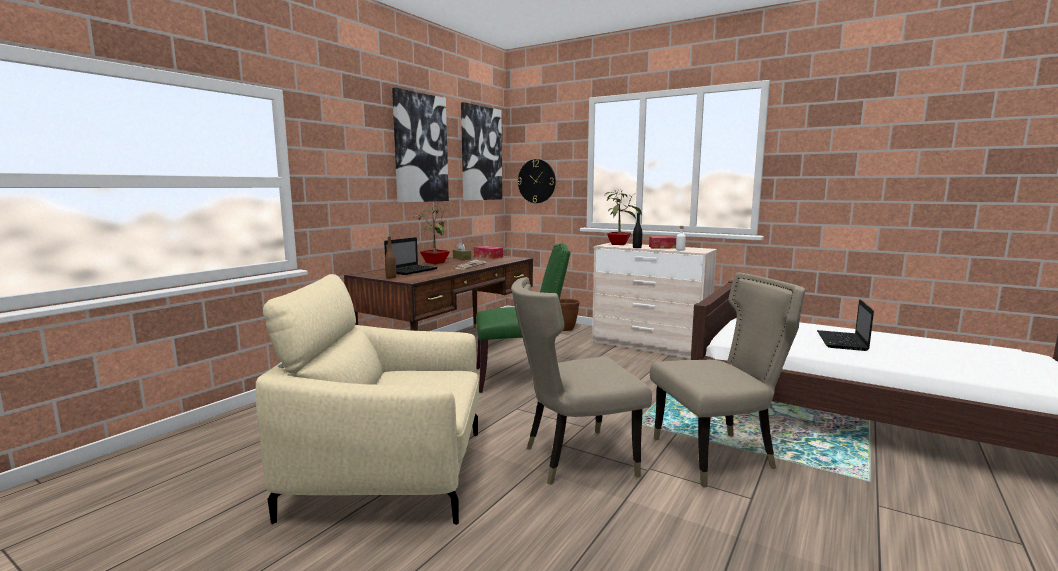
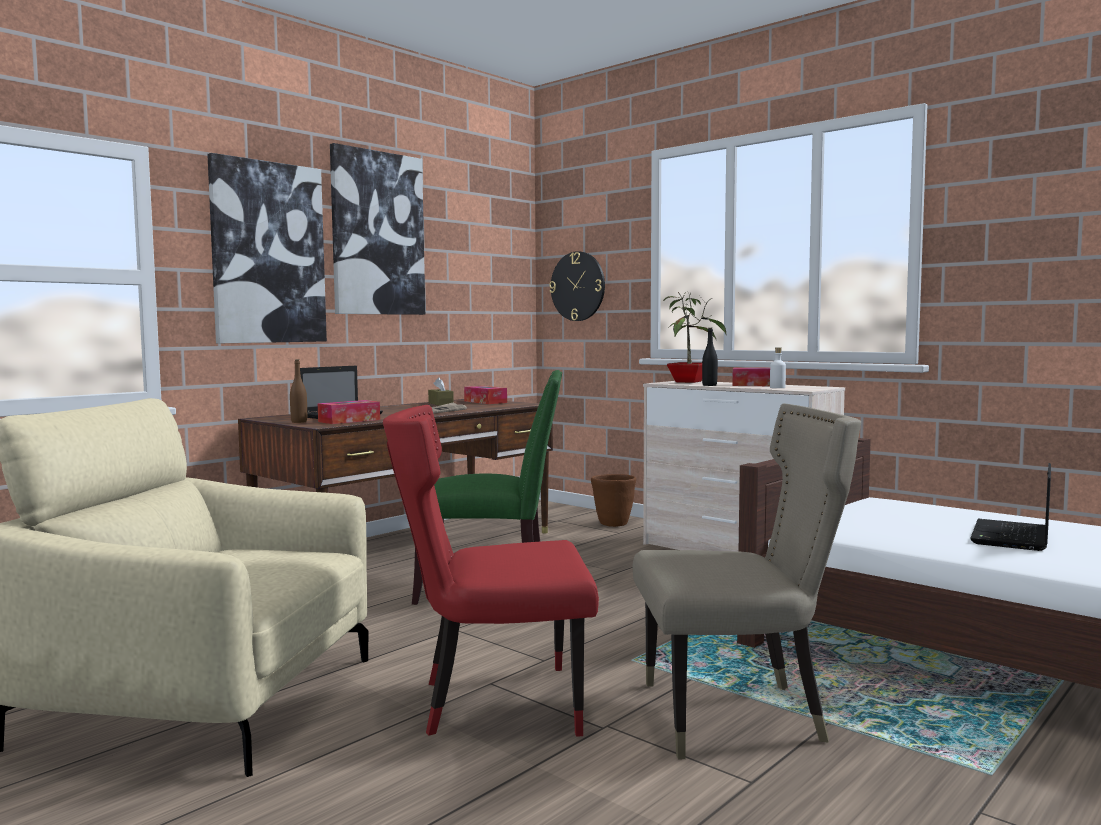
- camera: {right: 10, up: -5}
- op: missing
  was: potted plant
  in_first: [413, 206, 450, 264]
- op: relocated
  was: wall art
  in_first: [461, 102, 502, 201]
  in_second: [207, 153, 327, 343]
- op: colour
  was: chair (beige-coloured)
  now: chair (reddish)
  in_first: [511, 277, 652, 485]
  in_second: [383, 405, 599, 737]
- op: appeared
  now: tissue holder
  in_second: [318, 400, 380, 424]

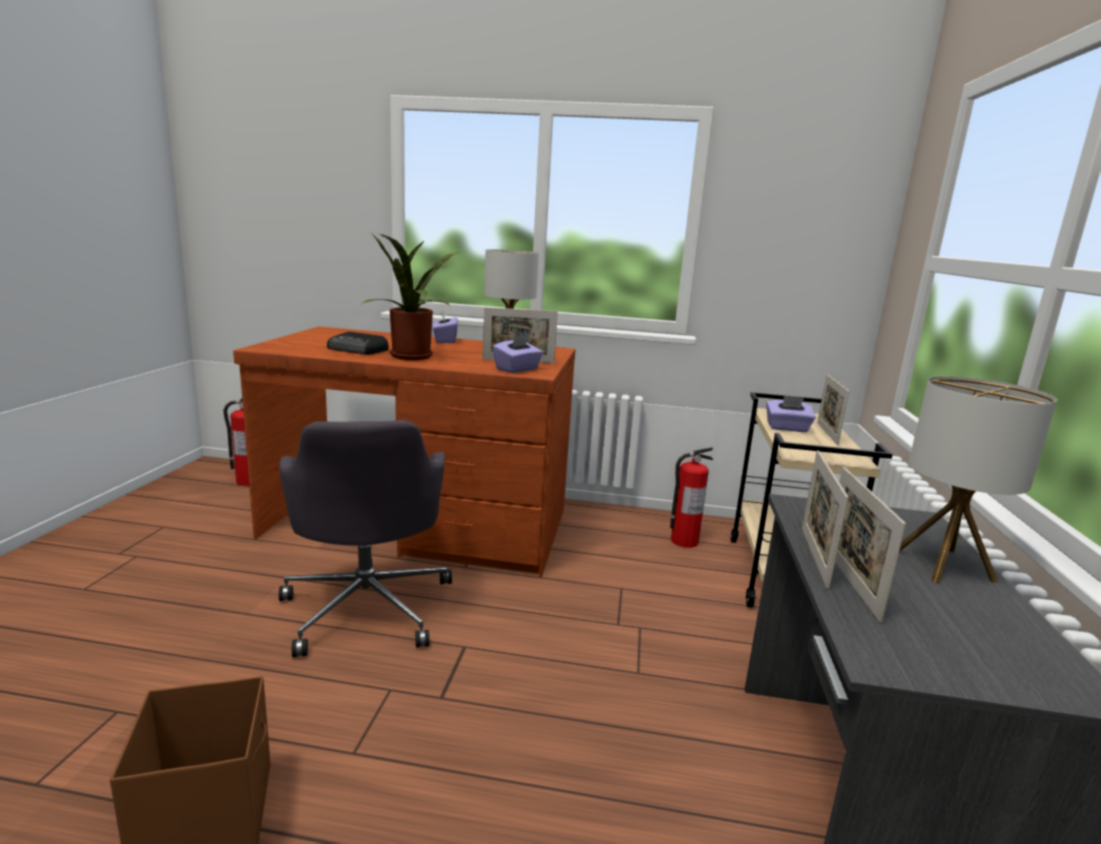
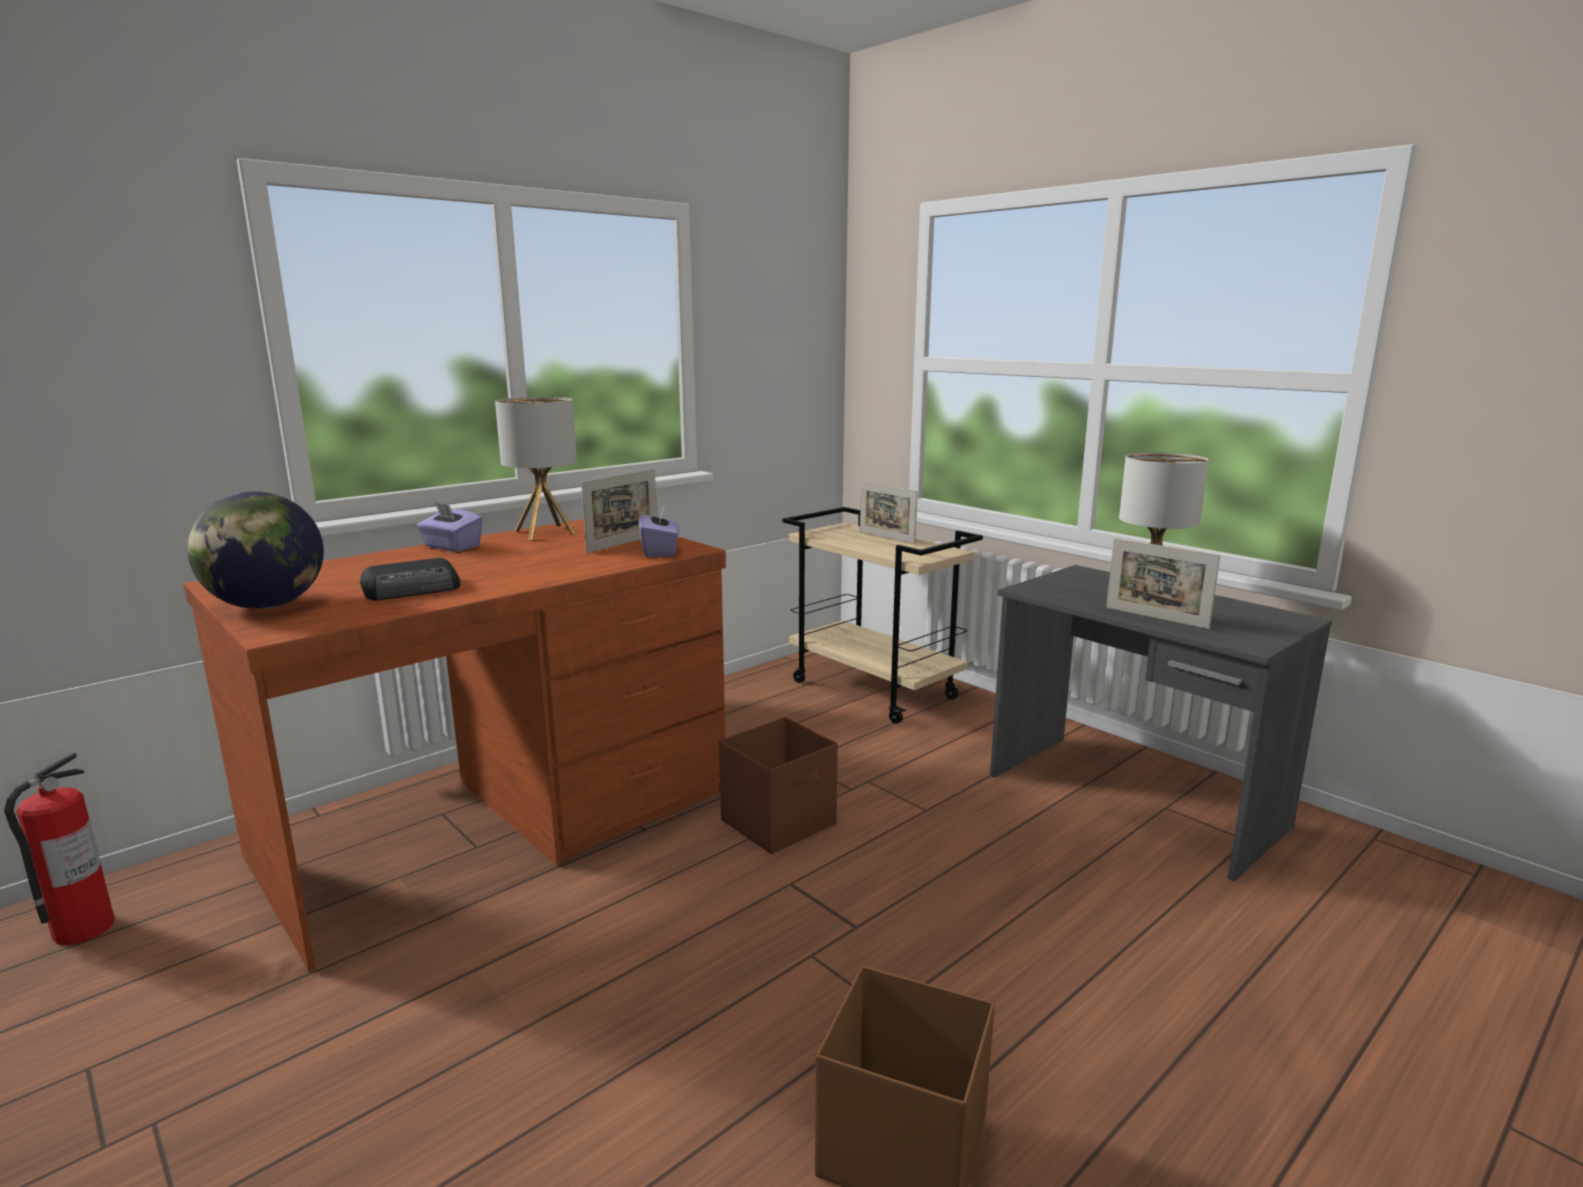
- camera: {right: -50, up: 0}
- op: missing
  was: computer chair (greyish)
  in_first: [279, 420, 452, 657]
- op: missing
  was: potted plant
  in_first: [363, 233, 460, 360]
- op: missing
  was: extinguisher
  in_first: [670, 447, 713, 548]
- op: missing
  was: tissue holder (purple-coloured)
  in_first: [766, 396, 816, 432]
- op: missing
  was: standing frame
  in_first: [802, 450, 849, 589]
- op: appeared
  now: desk globe
  in_second: [188, 491, 324, 609]
- op: appeared
  now: storage box (brown-coloured)
  in_second: [719, 717, 838, 854]

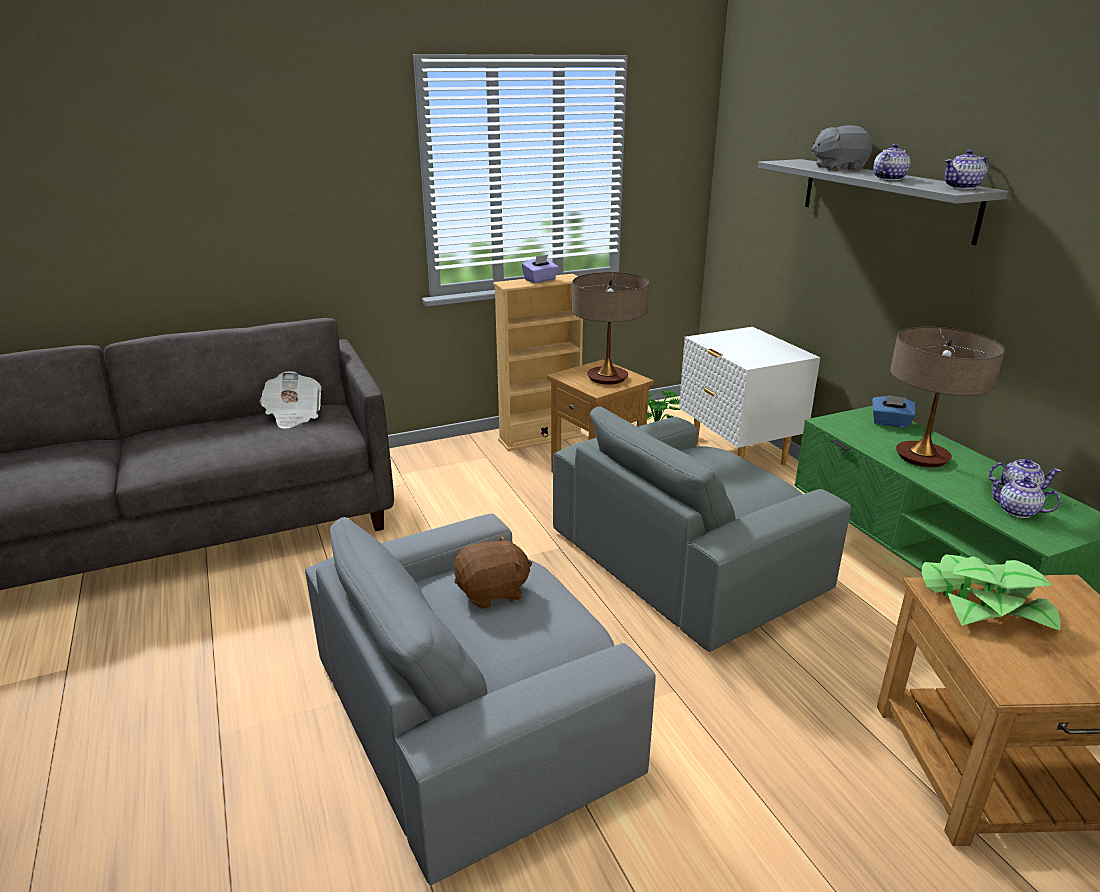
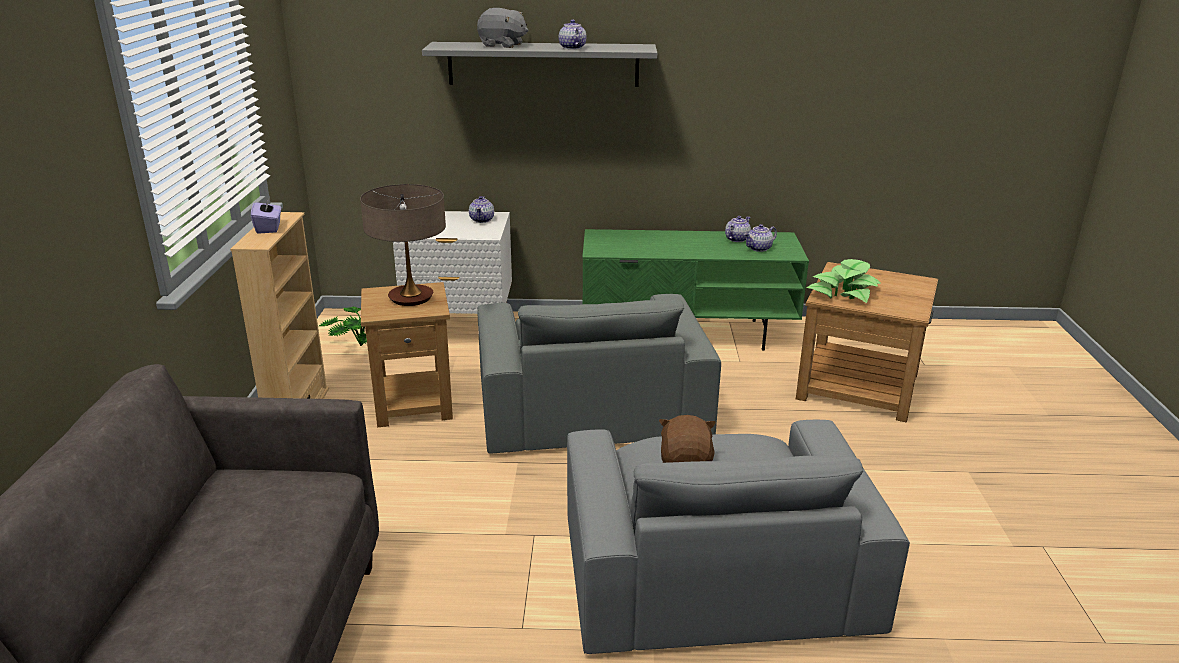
- camera: {right: -65, up: 0}
- op: missing
  was: printed paper
  in_first: [260, 371, 322, 429]
- op: spun
  was: plush toy (greyish)
  in_first: [811, 125, 873, 170]
  in_second: [477, 8, 528, 48]
  clockwise: -90
- op: missing
  was: tissue holder (bluish)
  in_first: [873, 395, 915, 428]
- op: missing
  was: lamp for a table
  in_first: [890, 327, 1005, 467]
- op: relocated
  was: tea pot
  in_first: [945, 150, 989, 189]
  in_second: [469, 196, 494, 223]

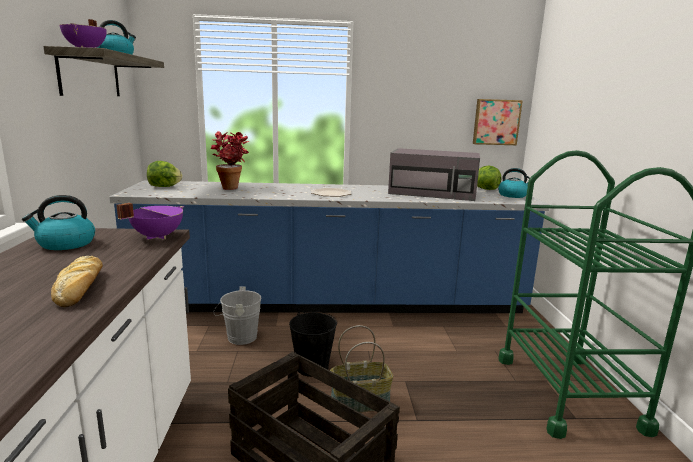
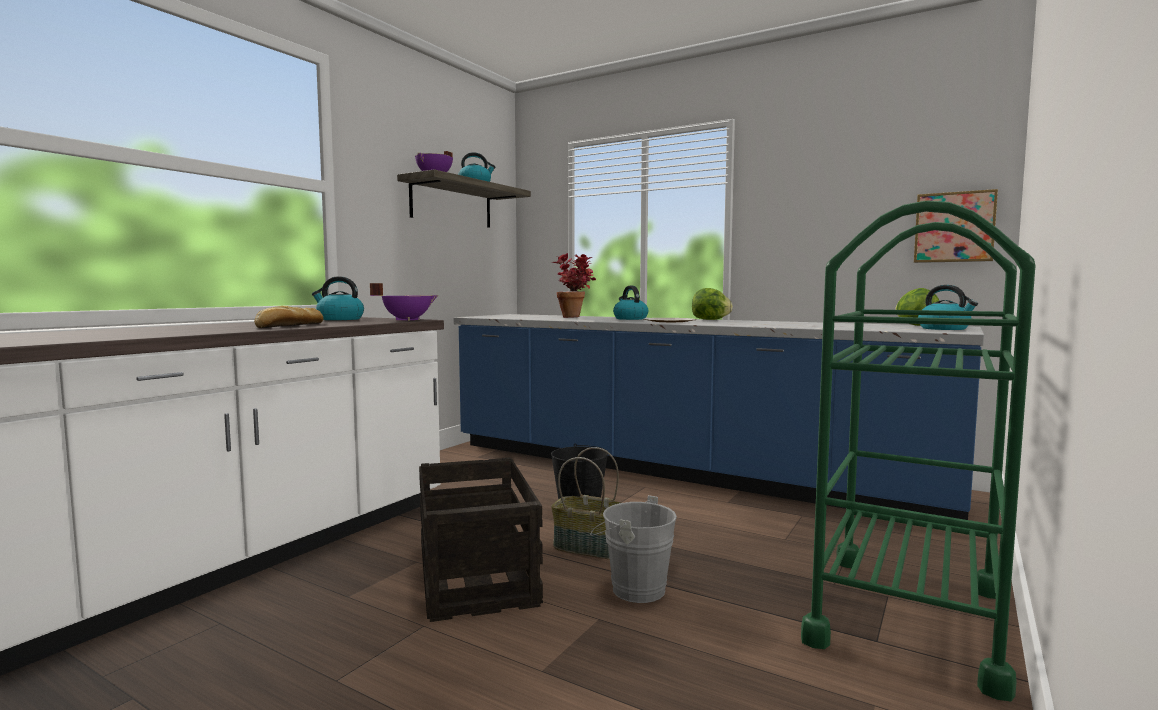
- camera: {right: 35, up: -10}
- op: relocated
  was: lettuce
  in_first: [147, 161, 183, 187]
  in_second: [692, 288, 733, 320]
- op: relocated
  was: water bucket (greyish)
  in_first: [214, 286, 262, 345]
  in_second: [590, 495, 677, 603]
- op: missing
  was: kitchen microwave (greyish)
  in_first: [388, 148, 480, 201]
- op: appeared
  now: kettle
  in_second: [613, 286, 648, 320]

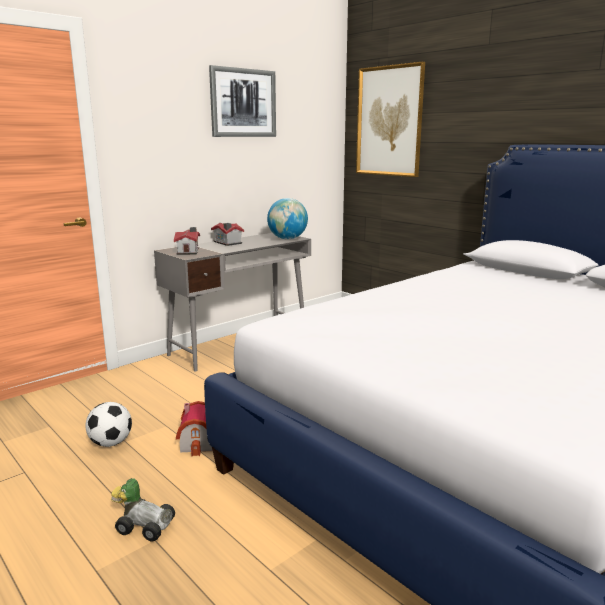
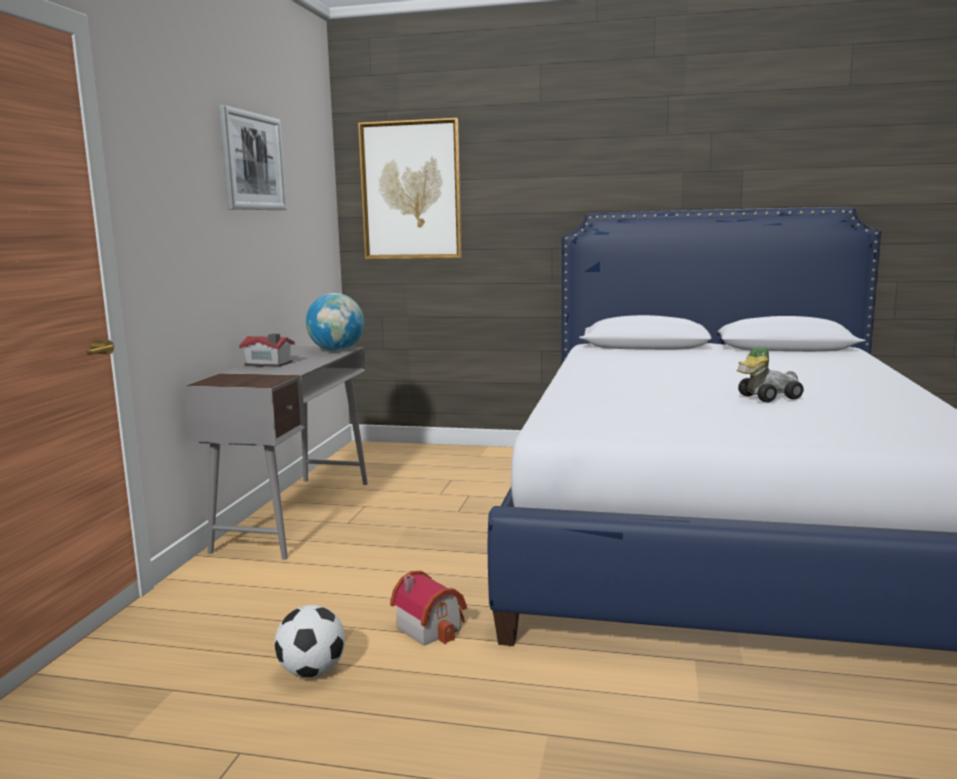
- camera: {right: -35, up: -5}
- op: relocated
  was: miniature car
  in_first: [111, 478, 175, 541]
  in_second: [737, 347, 804, 403]
- op: missing
  was: miniature house
  in_first: [174, 227, 200, 255]

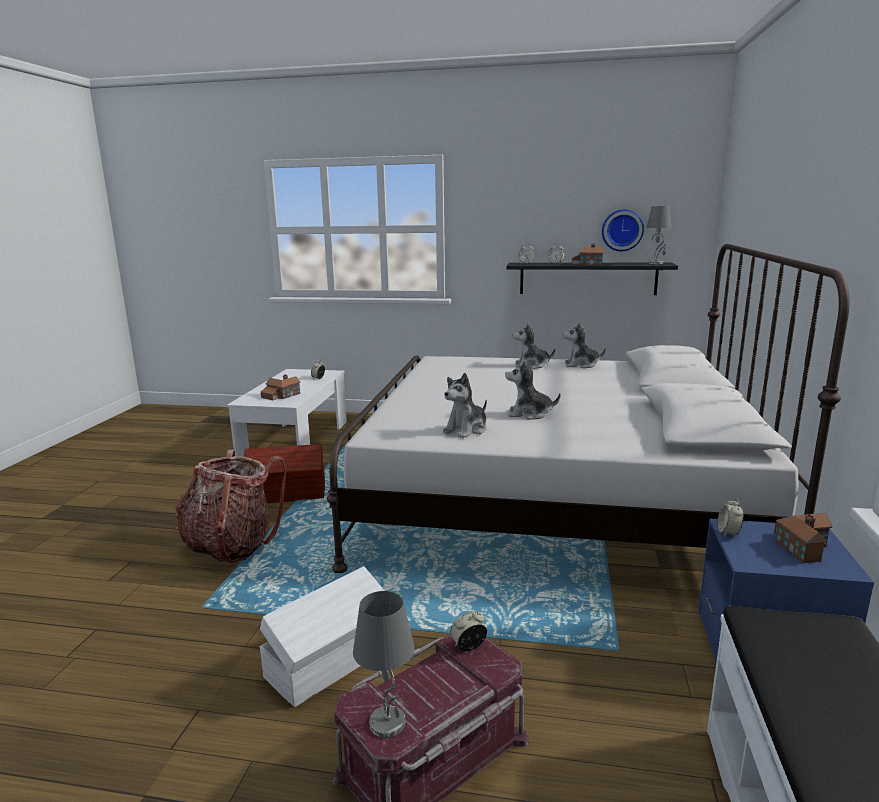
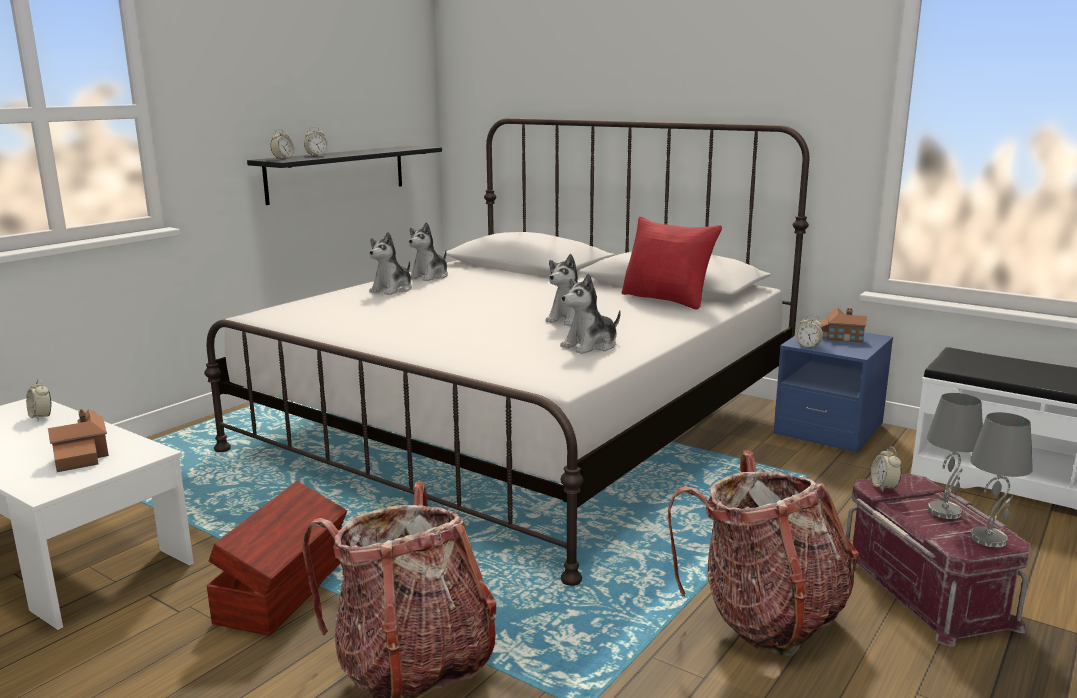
- camera: {right: -65, up: 0}
- op: exchanged
  was: storage box (white-coloured)
  now: knapsack
  in_first: [260, 566, 385, 707]
  in_second: [668, 450, 859, 656]
- op: spun
  was: plush toy
  in_first: [443, 373, 487, 438]
  in_second: [560, 274, 621, 354]
  clockwise: 75
- op: missing
  was: miniature house
  in_first: [572, 243, 604, 265]
- op: missing
  was: wall clock
  in_first: [602, 209, 644, 252]
- op: relocated
  was: lamp for a table (greyish)
  in_first: [646, 206, 671, 264]
  in_second: [927, 393, 983, 519]
- op: appeared
  now: pillow (reddish)
  in_second: [622, 217, 722, 309]

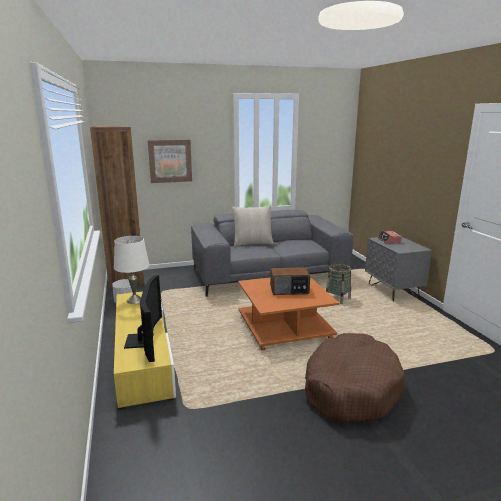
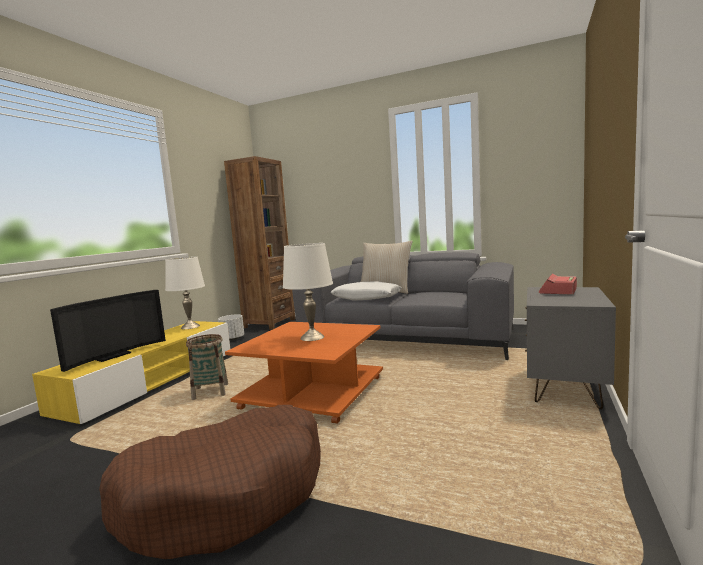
- camera: {right: 40, up: -10}
- op: missing
  was: wall art
  in_first: [148, 140, 192, 183]
- op: exchanged
  was: radio
  now: lamp for a table (white-coloured)
  in_first: [270, 267, 310, 295]
  in_second: [283, 243, 333, 341]
- op: relocated
  was: household basket
  in_first: [326, 263, 351, 304]
  in_second: [186, 334, 228, 400]
- op: appeared
  now: pillow (white-coloured)
  in_second: [331, 281, 401, 301]

